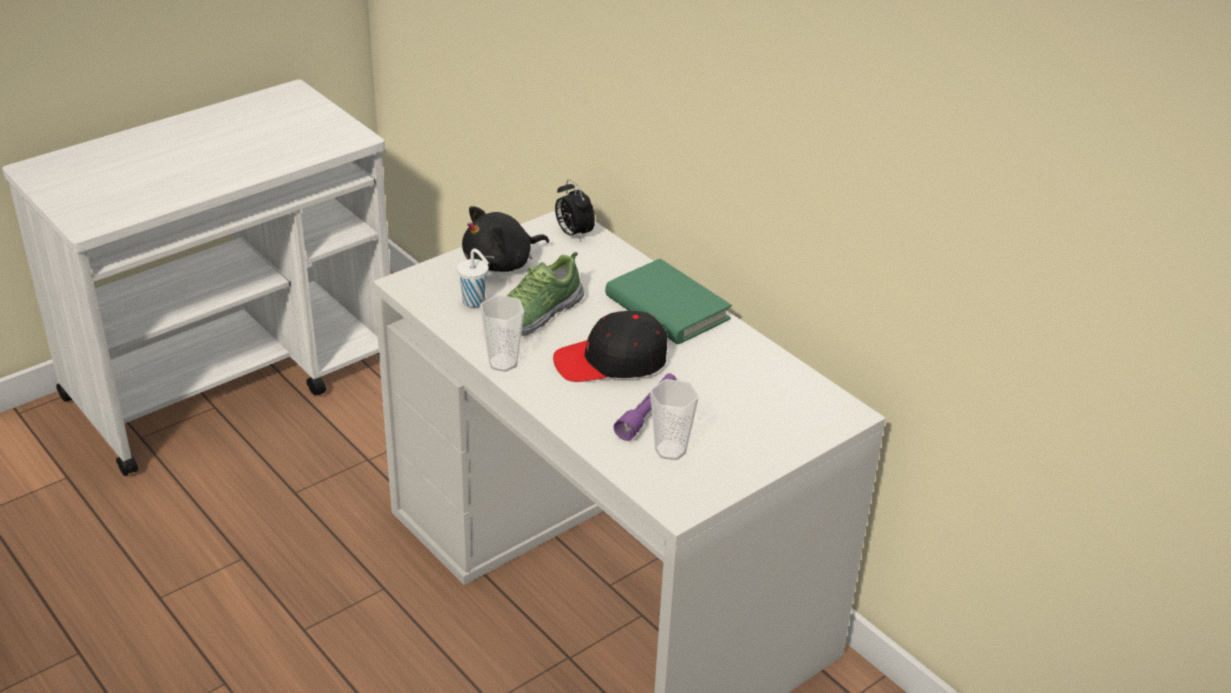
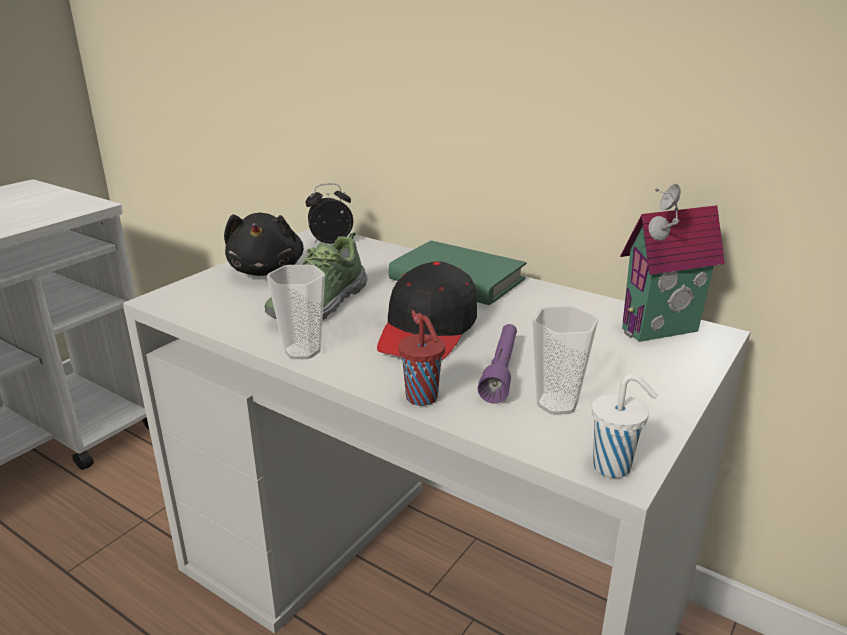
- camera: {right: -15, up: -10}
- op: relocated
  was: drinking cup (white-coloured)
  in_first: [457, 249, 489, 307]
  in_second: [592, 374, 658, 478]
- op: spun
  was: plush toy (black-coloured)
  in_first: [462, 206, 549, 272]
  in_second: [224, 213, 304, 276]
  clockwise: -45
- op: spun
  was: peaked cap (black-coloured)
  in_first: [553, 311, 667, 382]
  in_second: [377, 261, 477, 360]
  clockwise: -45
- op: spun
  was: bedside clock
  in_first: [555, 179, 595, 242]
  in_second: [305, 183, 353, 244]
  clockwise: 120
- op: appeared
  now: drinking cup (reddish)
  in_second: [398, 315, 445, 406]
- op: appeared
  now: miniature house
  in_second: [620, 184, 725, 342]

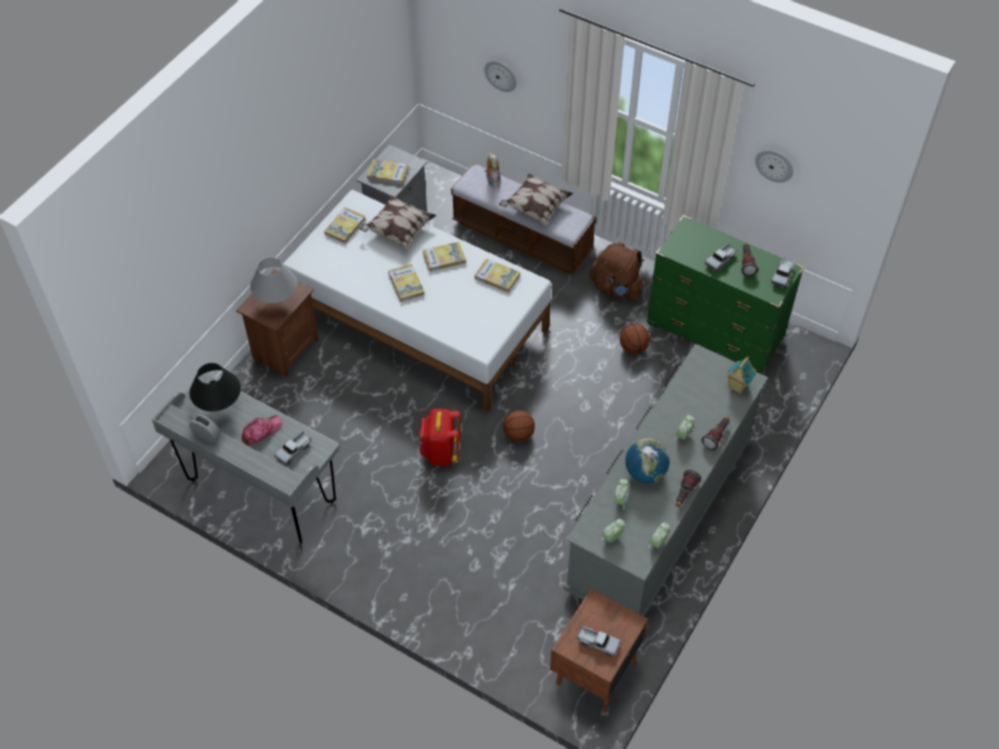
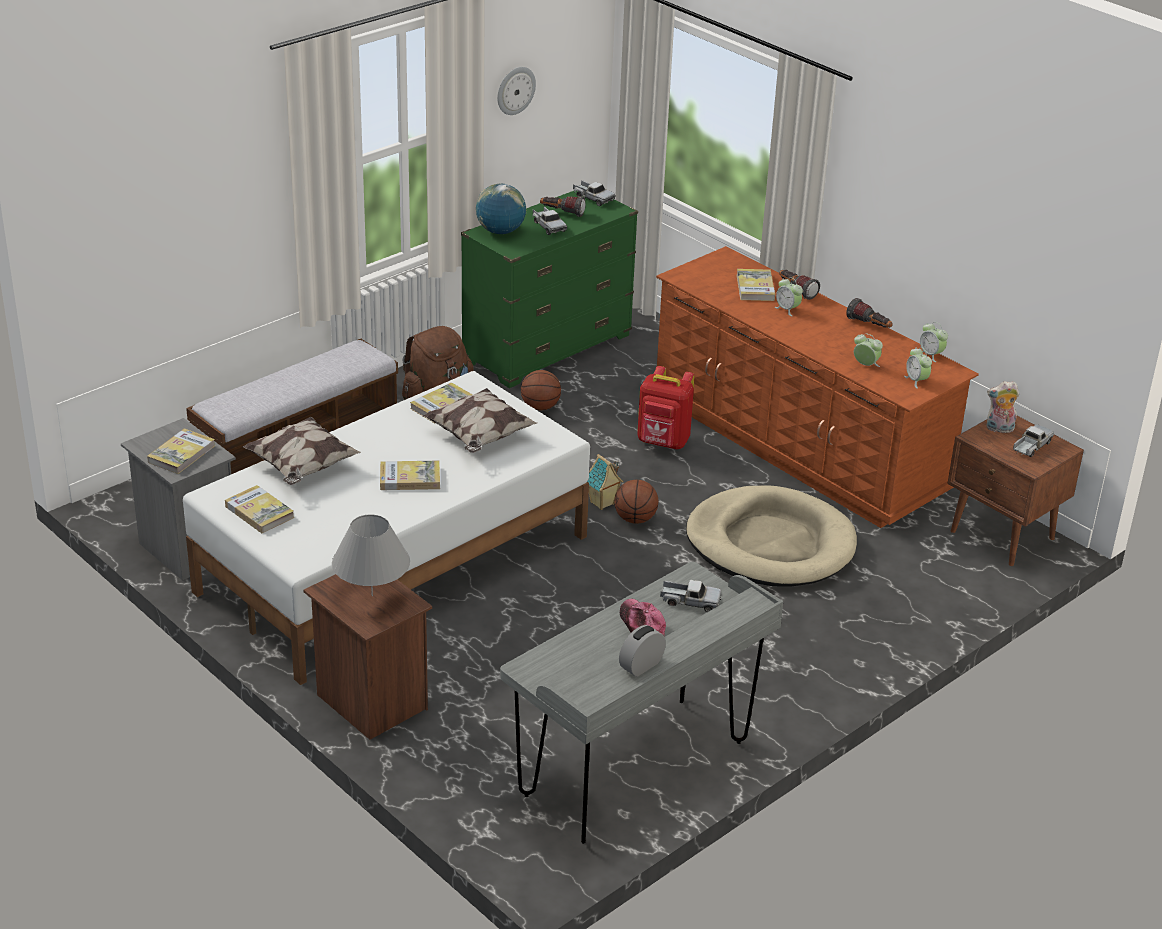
- camera: {right: -75, up: -20}
- op: missing
  was: lamp for a table (black-coloured)
  in_first: [189, 363, 241, 411]
- op: spun
  was: toy lorry
  in_first: [274, 431, 311, 465]
  in_second: [660, 580, 721, 612]
  clockwise: -45
- op: relocated
  was: knapsack (reddish)
  in_first: [419, 409, 461, 466]
  in_second: [637, 366, 694, 449]
- op: relocated
  was: bound book
  in_first: [423, 242, 466, 272]
  in_second: [737, 269, 775, 301]
- op: missing
  was: wall clock
  in_first: [484, 61, 517, 92]
- op: relocated
  was: plush toy
  in_first: [485, 152, 501, 187]
  in_second: [987, 381, 1019, 433]
- op: relocated
  was: pillow
  in_first: [499, 173, 573, 226]
  in_second: [423, 388, 537, 453]
- op: colour
  was: dresser (greyish)
  now: dresser (brown-coloured)
  in_first: [563, 344, 768, 616]
  in_second: [656, 246, 979, 528]
- op: relocated
  was: desk globe
  in_first: [625, 438, 670, 483]
  in_second: [476, 183, 527, 234]
- op: relocated
  was: miniature house
  in_first: [726, 356, 756, 394]
  in_second: [587, 454, 623, 510]
- op: appeared
  now: dog cushion (beige-coloured)
  in_second: [686, 485, 857, 587]

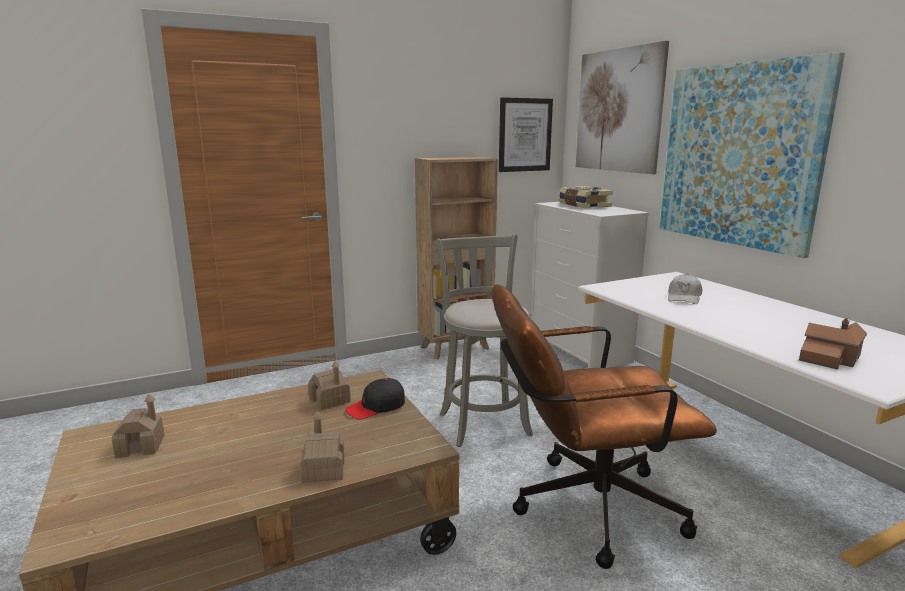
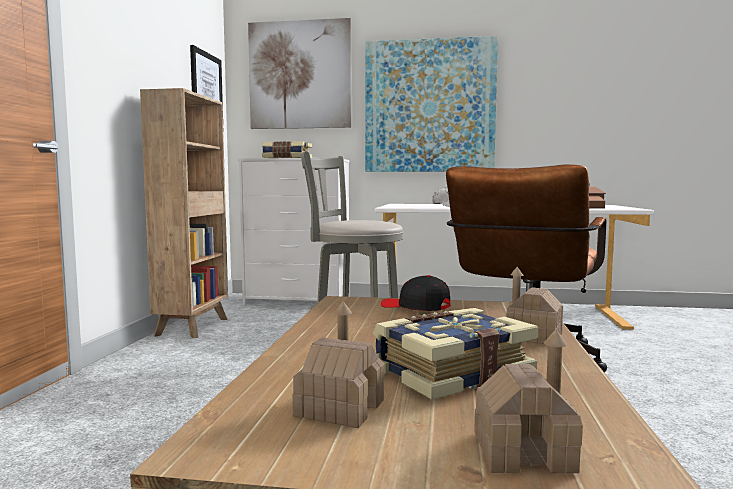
- camera: {right: -55, up: -10}
- op: relocated
  was: miniature house
  in_first: [308, 360, 351, 410]
  in_second: [474, 329, 583, 473]
- op: spun
  was: peaked cap (black-coloured)
  in_first: [345, 378, 405, 420]
  in_second: [381, 275, 450, 311]
  clockwise: 120
- op: appeared
  now: bound book
  in_second: [373, 308, 538, 400]

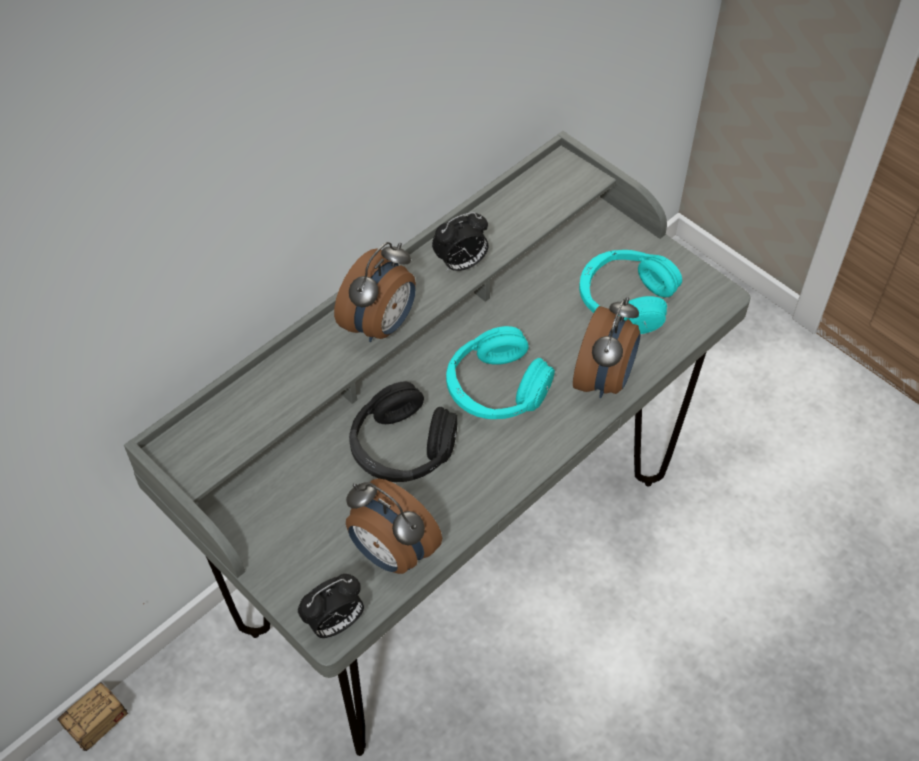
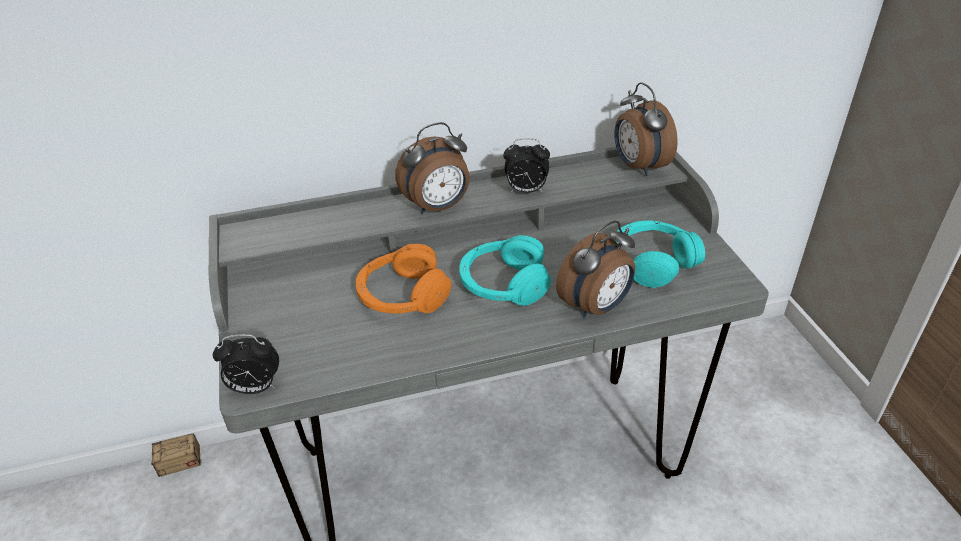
- camera: {right: 30, up: -15}
- op: relocated
  was: bedside clock
  in_first: [346, 478, 442, 574]
  in_second: [614, 82, 678, 176]
- op: colour
  was: headset (black-coloured)
  now: headset (orange)
  in_first: [349, 382, 458, 482]
  in_second: [356, 244, 452, 314]

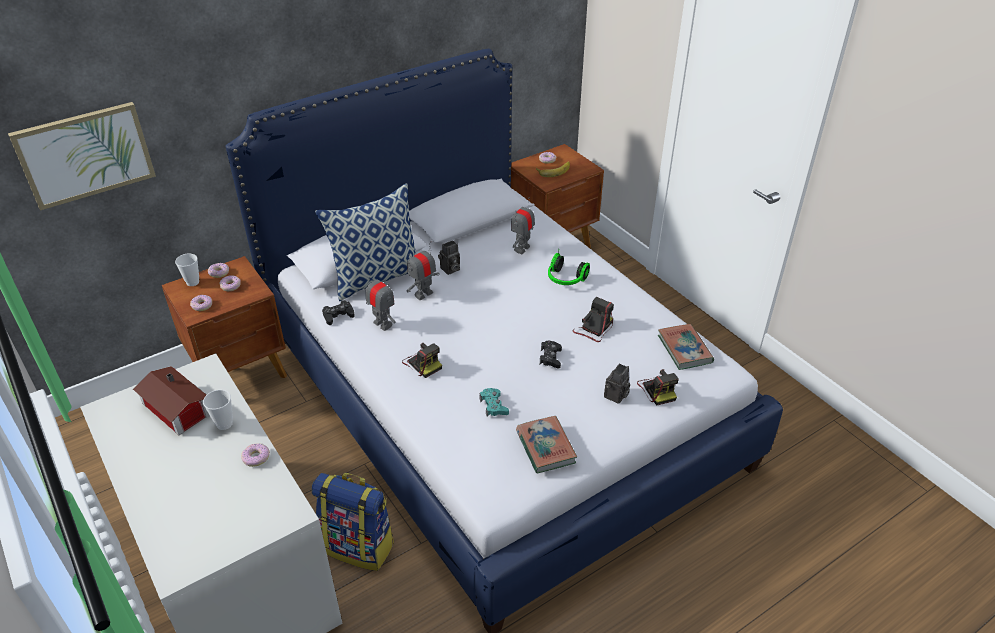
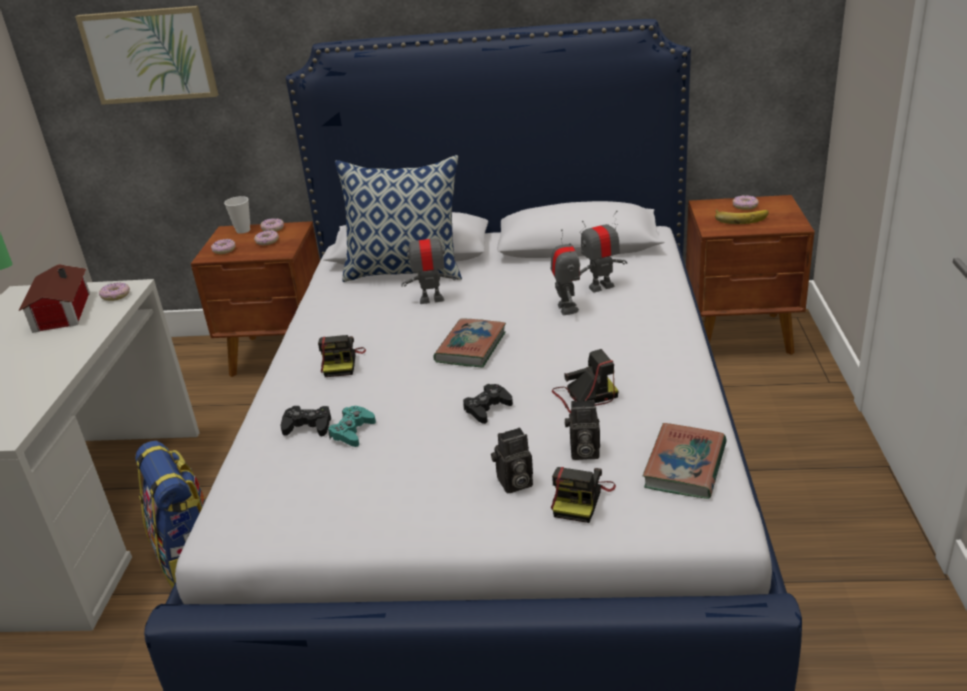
- camera: {right: 40, up: -10}
- op: missing
  was: drinking cup
  in_first: [203, 390, 233, 430]
- op: relocated
  was: ring doughnut
  in_first: [241, 443, 270, 467]
  in_second: [99, 282, 130, 301]
- op: relocated
  was: joypad (black-coloured)
  in_first: [322, 300, 355, 325]
  in_second: [281, 406, 331, 436]
- op: relocated
  was: toy robot
  in_first: [366, 271, 396, 331]
  in_second: [551, 229, 580, 315]
- op: relocated
  was: still camera
  in_first: [438, 240, 460, 275]
  in_second: [565, 400, 600, 460]
- op: relocated
  was: bound book
  in_first: [516, 416, 577, 473]
  in_second: [433, 318, 506, 367]
- op: missing
  was: headset
  in_first: [548, 250, 590, 285]

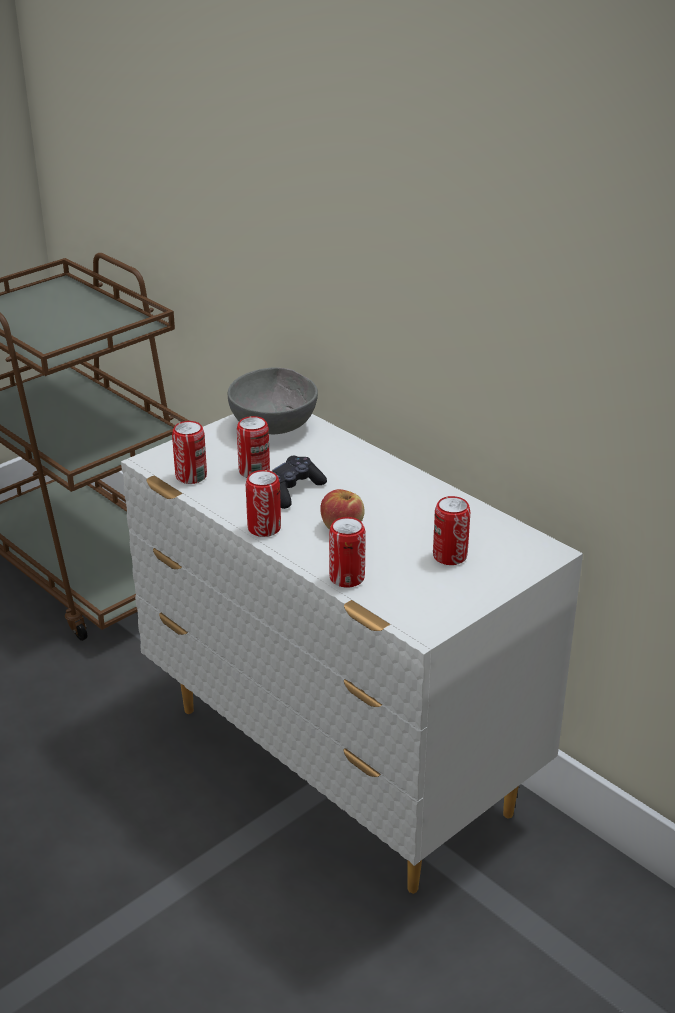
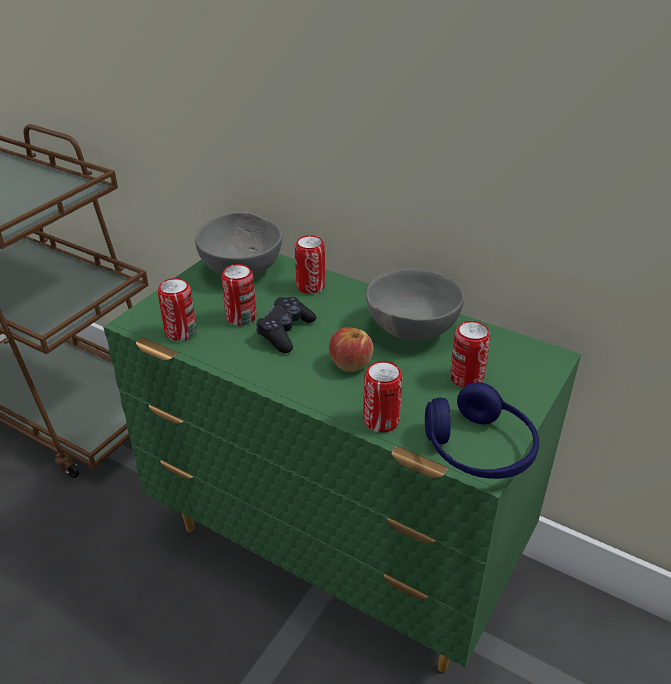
- camera: {right: -15, up: 5}
- op: colour
  was: dresser (white-coloured)
  now: dresser (greenish)
  in_first: [121, 414, 583, 894]
  in_second: [103, 254, 581, 673]
- op: relocated
  was: sealed can
  in_first: [246, 470, 281, 537]
  in_second: [295, 235, 325, 294]
- op: appeared
  now: bowl (greyish)
  in_second: [366, 268, 464, 340]
- op: appeared
  now: headset (bluish)
  in_second: [425, 382, 539, 479]

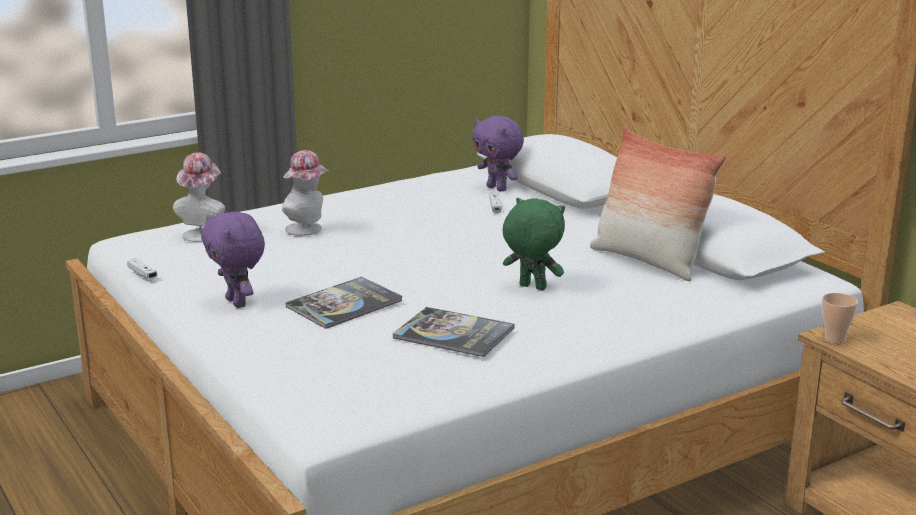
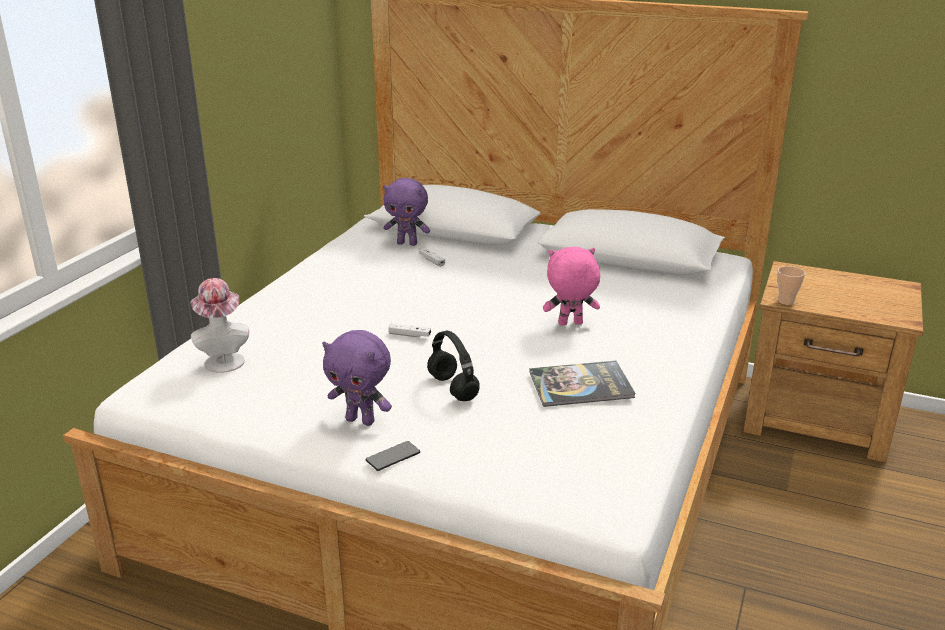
- camera: {right: -35, up: 5}
- op: relocated
  was: joypad (white-coloured)
  in_first: [127, 258, 158, 279]
  in_second: [388, 323, 431, 337]
- op: missing
  was: wearable hat
  in_first: [282, 150, 330, 236]
- op: exchanged
  was: bound book
  now: headset (black-coloured)
  in_first: [286, 277, 403, 329]
  in_second: [427, 331, 480, 401]
- op: colour
  was: plush toy (greenish)
  now: plush toy (pinkish)
  in_first: [503, 198, 565, 290]
  in_second: [543, 247, 600, 326]
- op: missing
  was: pillow
  in_first: [590, 128, 726, 281]
- op: appeared
  now: telephone
  in_second: [366, 441, 420, 471]

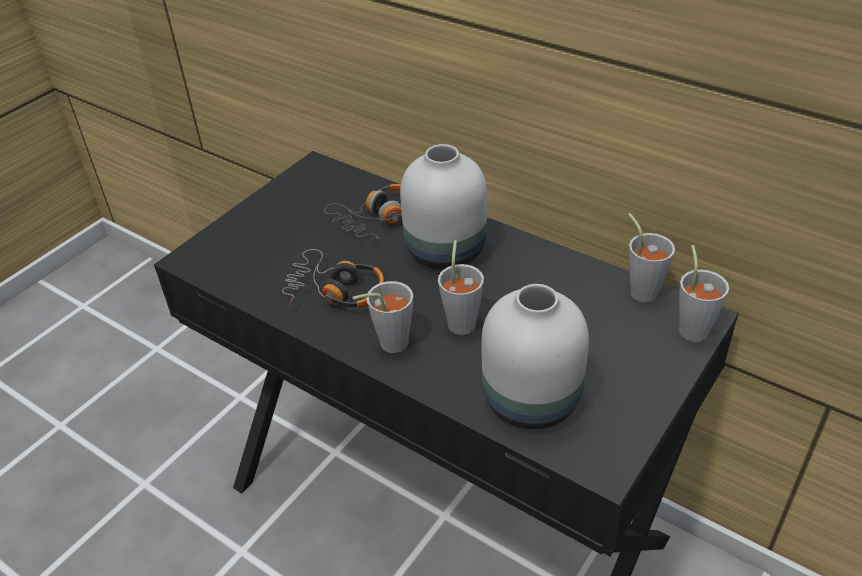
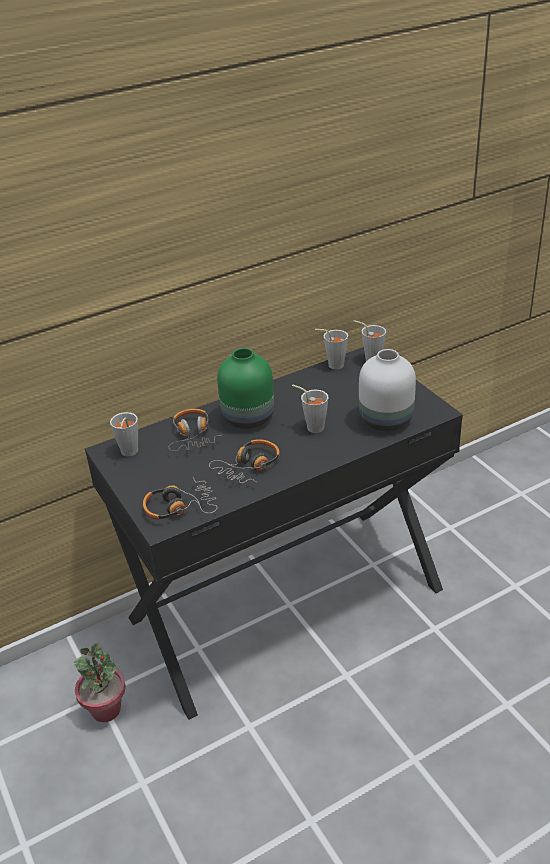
- camera: {right: -65, up: -5}
- op: relocated
  was: drinking cup (greyish)
  in_first: [353, 281, 413, 353]
  in_second: [110, 412, 138, 456]
- op: colour
  was: vase (white-coloured)
  now: vase (greenish)
  in_first: [400, 144, 487, 270]
  in_second: [217, 348, 274, 429]
- op: appeared
  now: potted plant
  in_second: [74, 643, 126, 722]
- op: appeared
  now: headset
  in_second: [143, 477, 217, 520]

